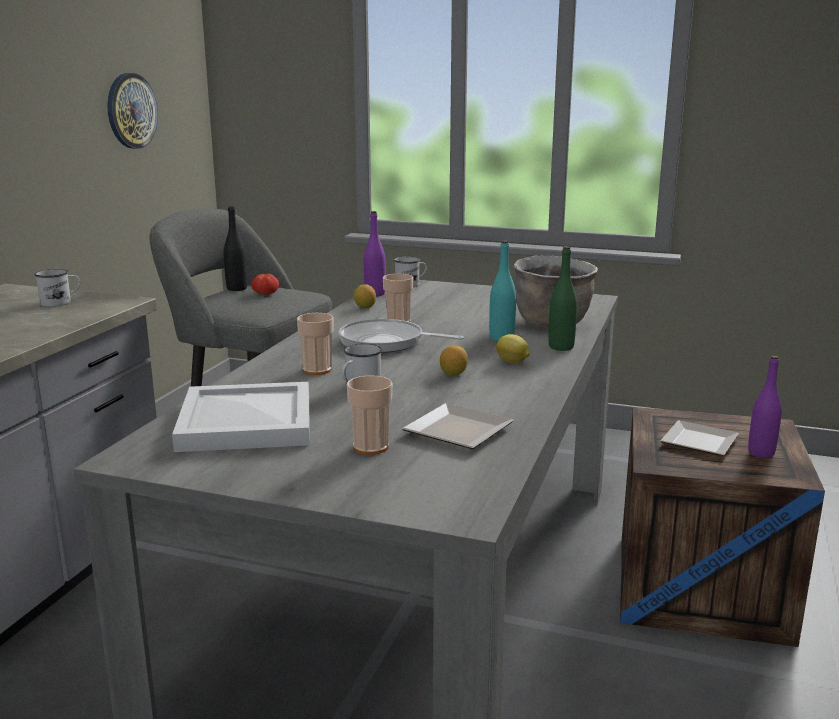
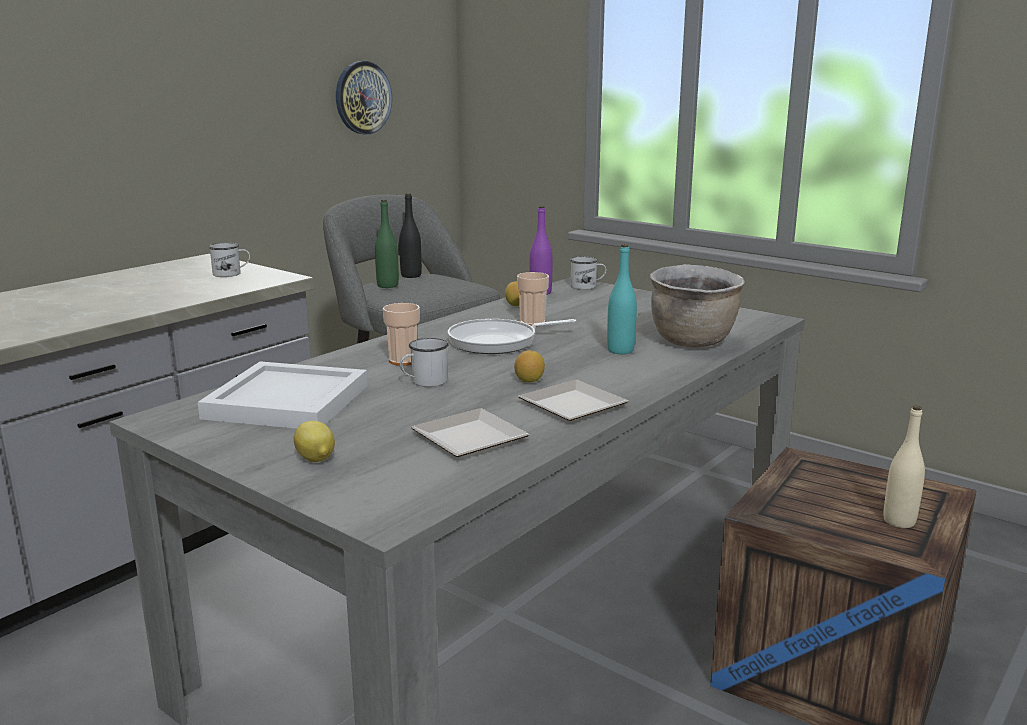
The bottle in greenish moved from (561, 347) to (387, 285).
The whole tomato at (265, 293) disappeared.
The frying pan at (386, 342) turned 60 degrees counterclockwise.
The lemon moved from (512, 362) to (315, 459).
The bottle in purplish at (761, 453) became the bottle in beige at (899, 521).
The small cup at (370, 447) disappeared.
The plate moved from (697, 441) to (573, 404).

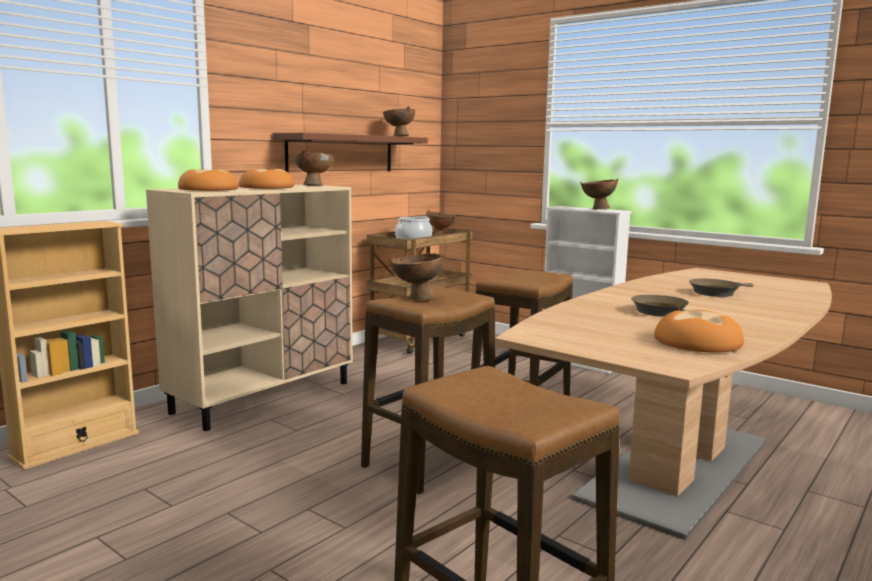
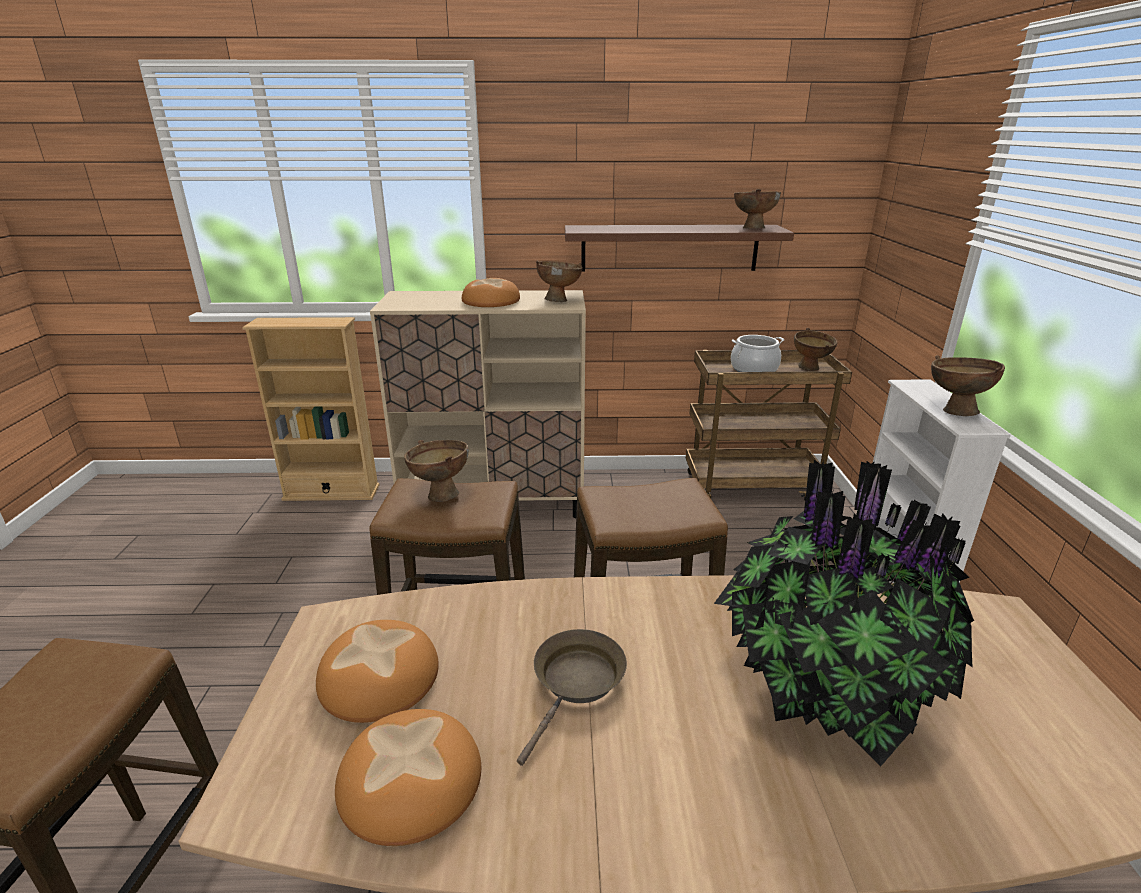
The baked bread moved from (209, 189) to (379, 677).
The frying pan in brownish at (716, 292) was replaced by the potted plant at (822, 688).

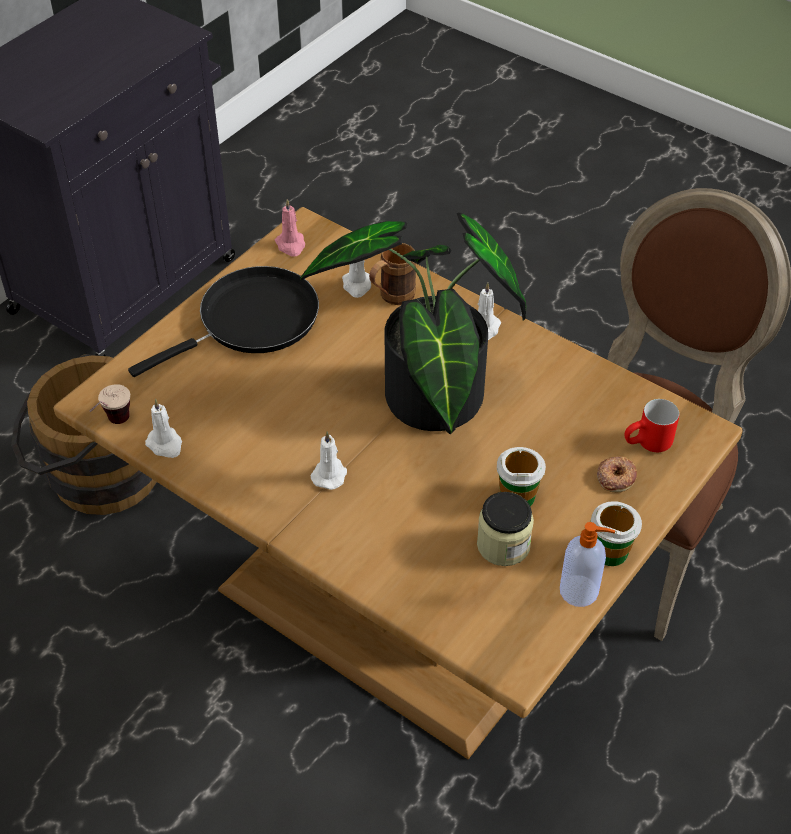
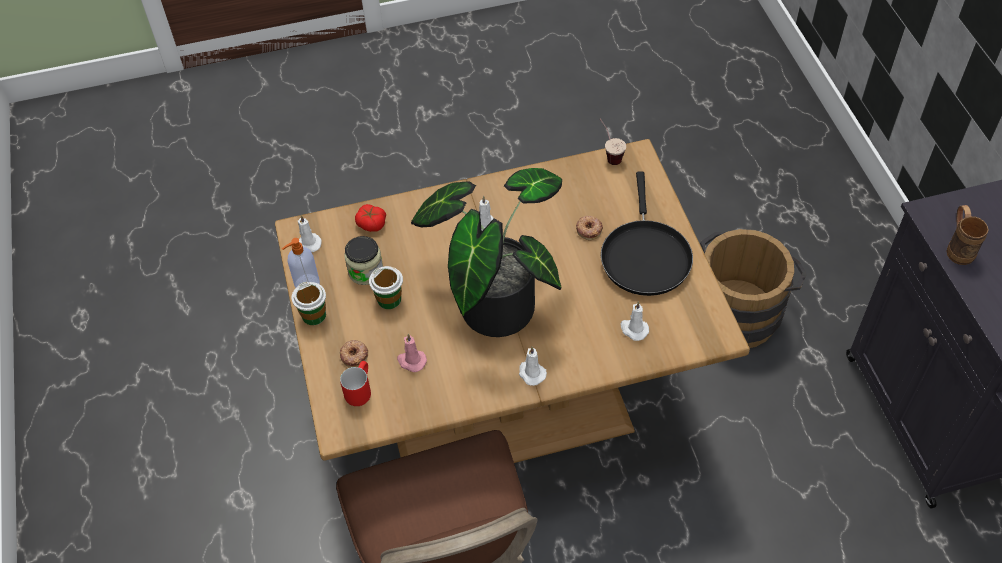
The candle in pink-coloured moved from (291, 245) to (411, 361).
The tea mug in brownish moved from (391, 298) to (958, 248).
The candle in white moved from (165, 444) to (307, 244).
The whole tomato at (371, 224) appeared.
The donut at (589, 229) appeared.

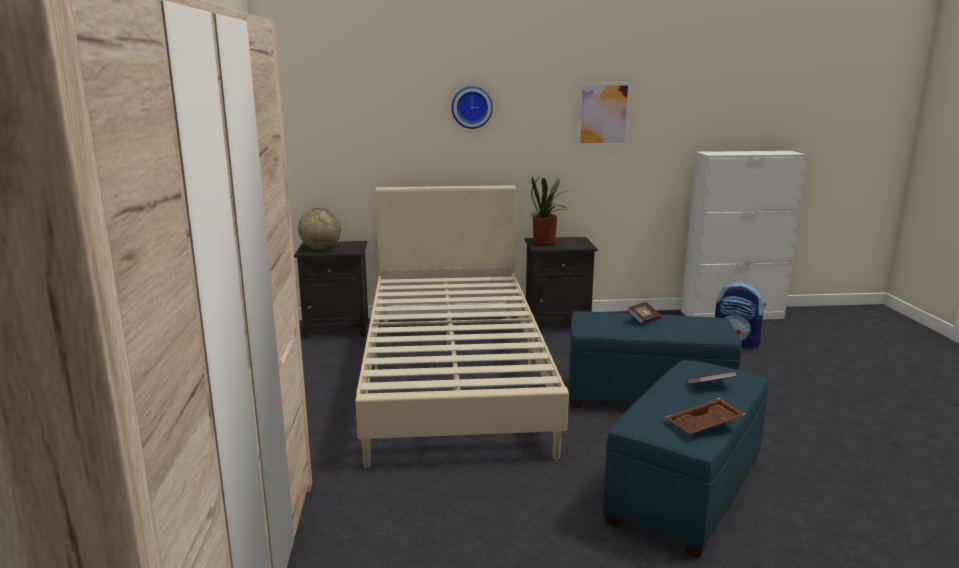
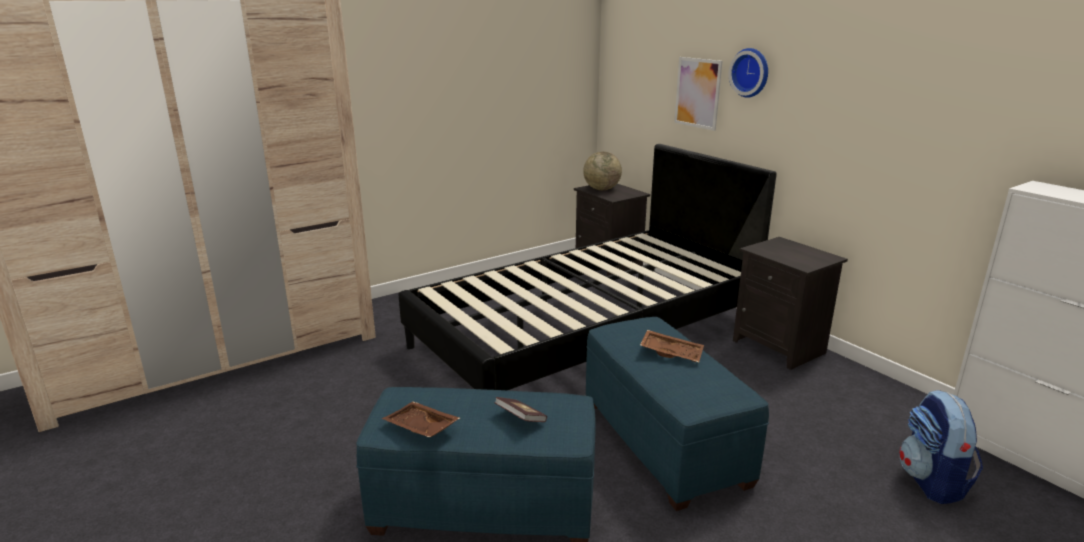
The wall picture moved from (603, 114) to (697, 93).
The potted plant at (547, 243) disappeared.
The bedroom bed in beige at (453, 374) became the bedroom bed in black at (587, 333).
The book at (643, 320) was replaced by the carrying tray in brownish at (671, 352).

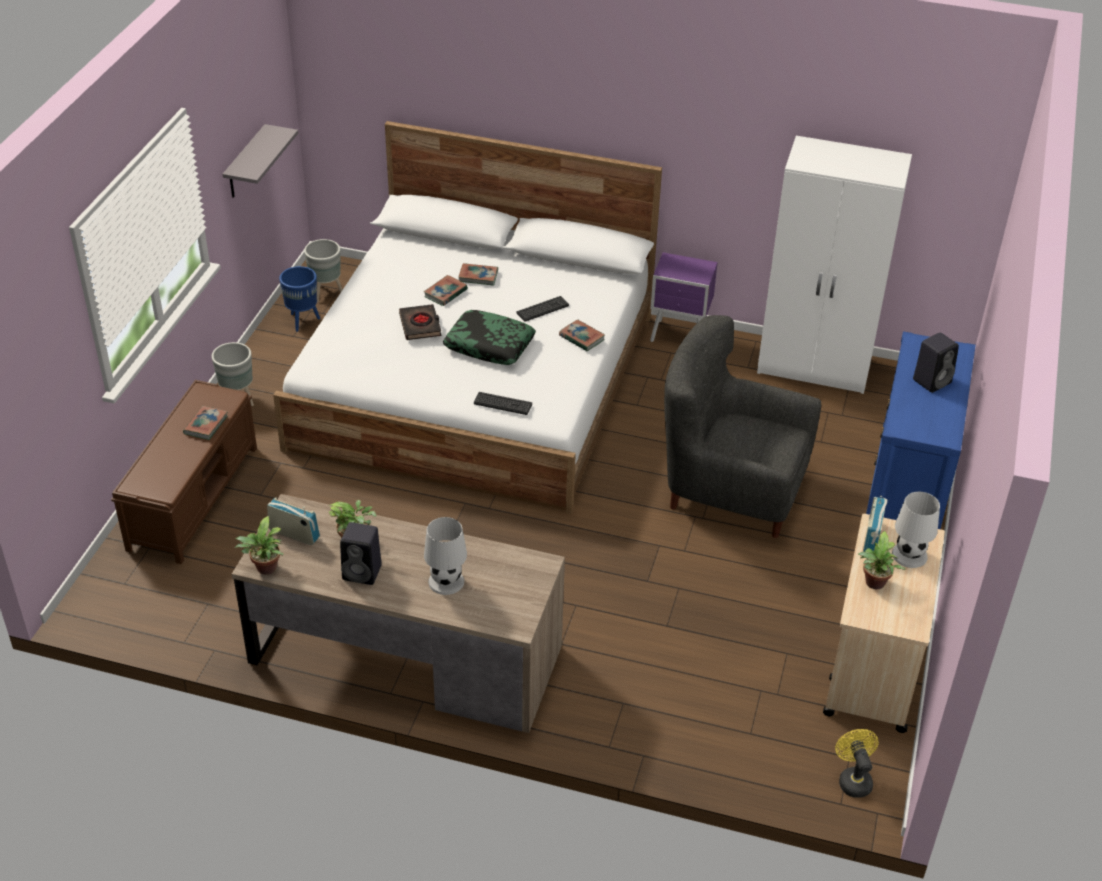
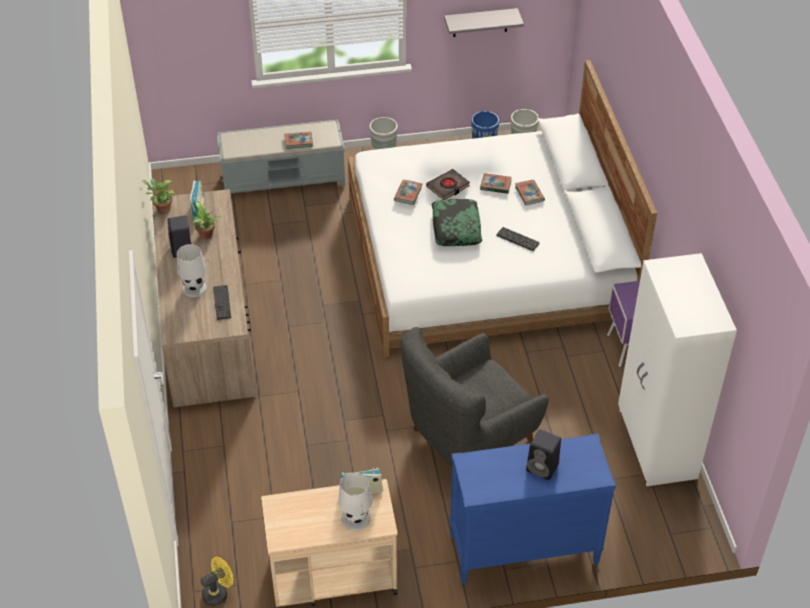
The lounge chair in gray at (730, 490) turned 120 degrees counterclockwise.
The book moved from (581, 338) to (408, 194).
The indoor bench in brownish at (194, 496) became the indoor bench in gray at (284, 179).
The PC keyboard moved from (502, 404) to (222, 302).
The potted plant at (874, 584) disappeared.

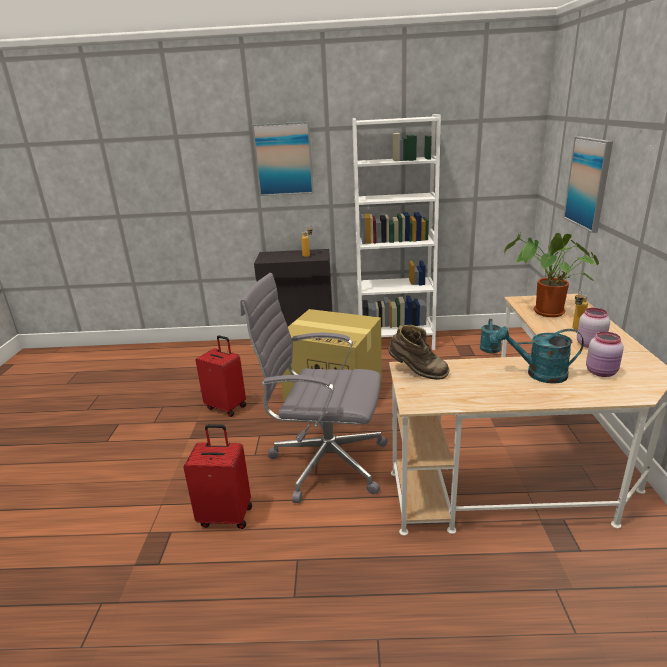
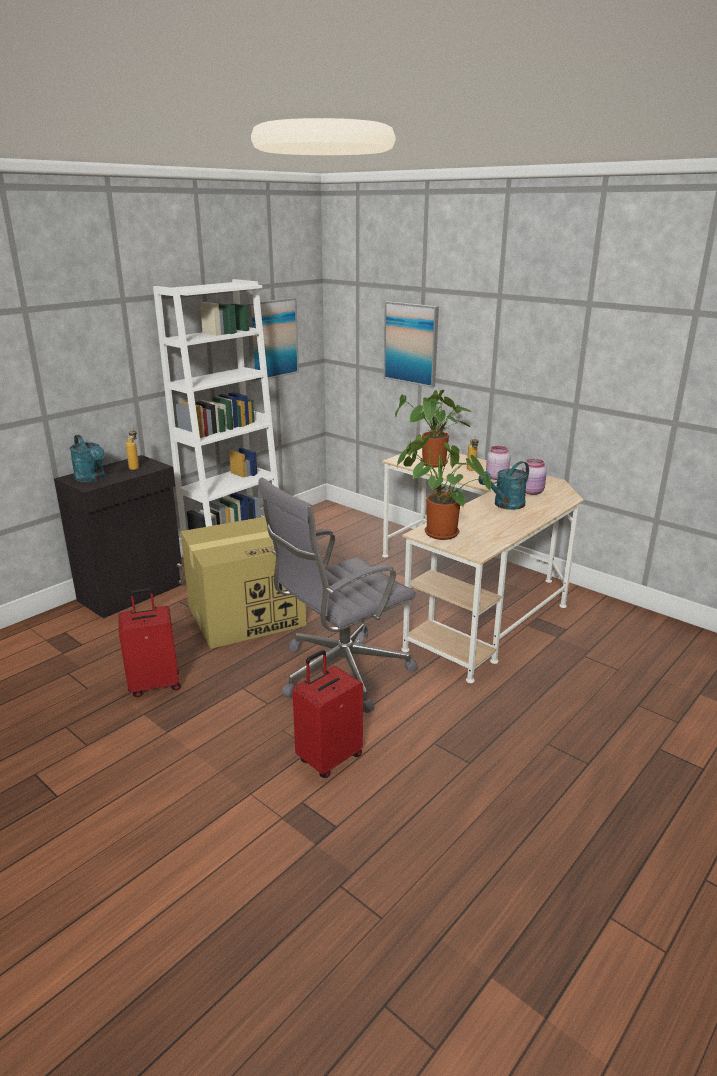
The wall picture moved from (284, 159) to (272, 339).
The watering pot in turquoise moved from (490, 350) to (92, 478).
The tall boot in brownish at (417, 372) was replaced by the potted plant at (437, 533).

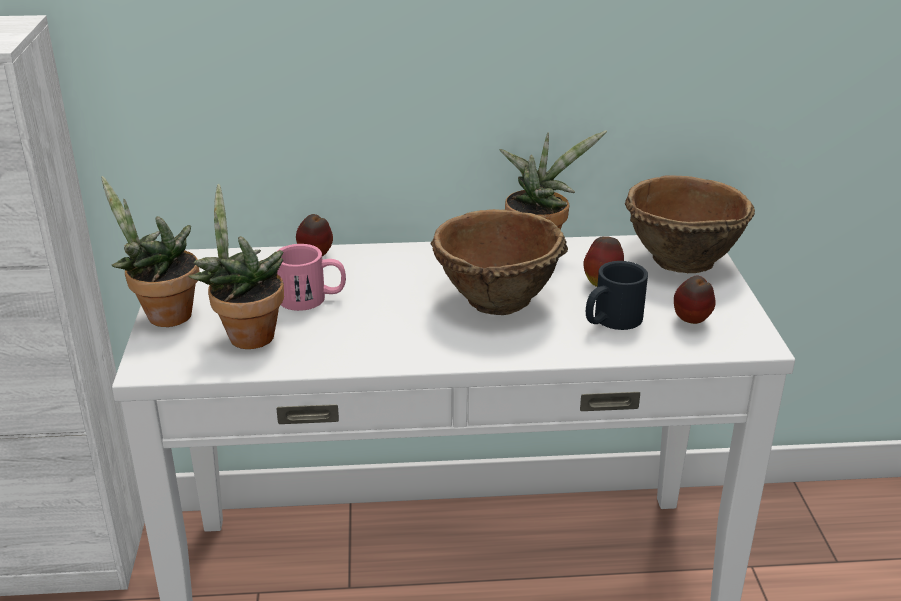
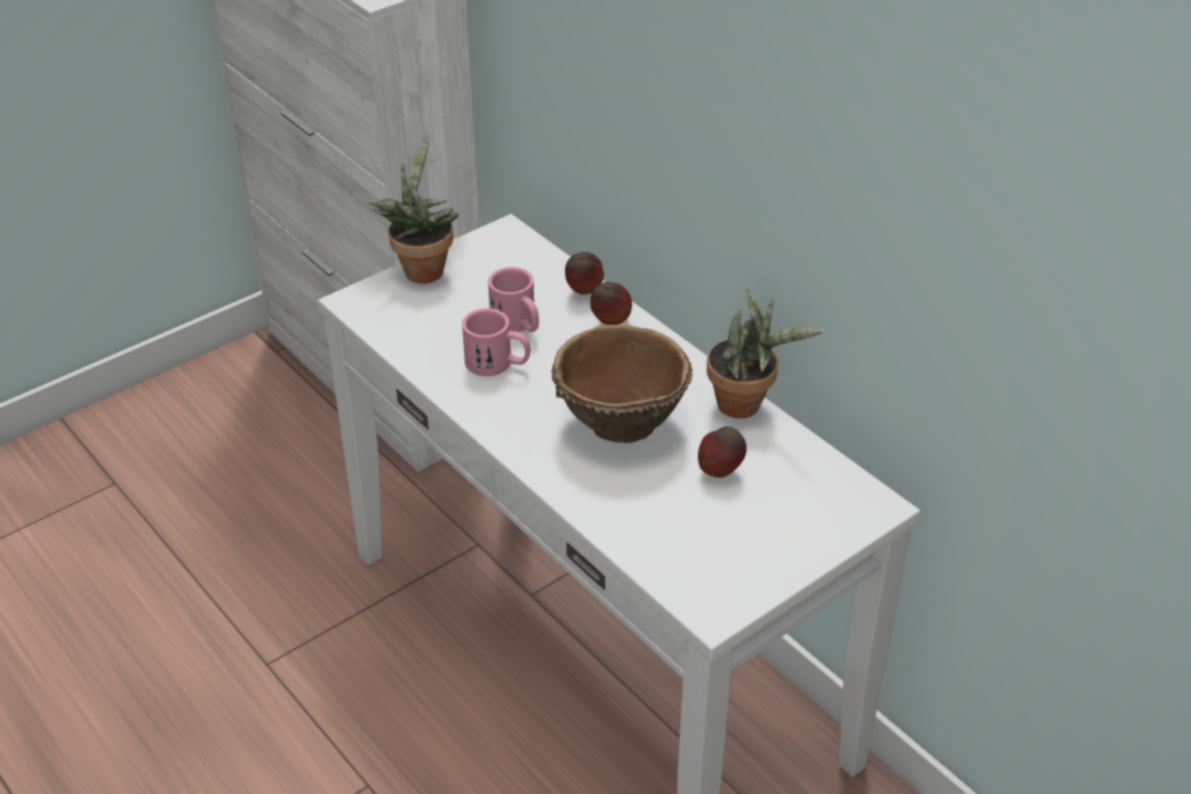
The serving bowl in brownish at (680, 260) disappeared.
The potted plant at (246, 334) disappeared.
The tea mug in black at (610, 321) disappeared.
The apple fruit moved from (691, 322) to (610, 322).
The tea mug in pink-coloured at (498, 364) appeared.

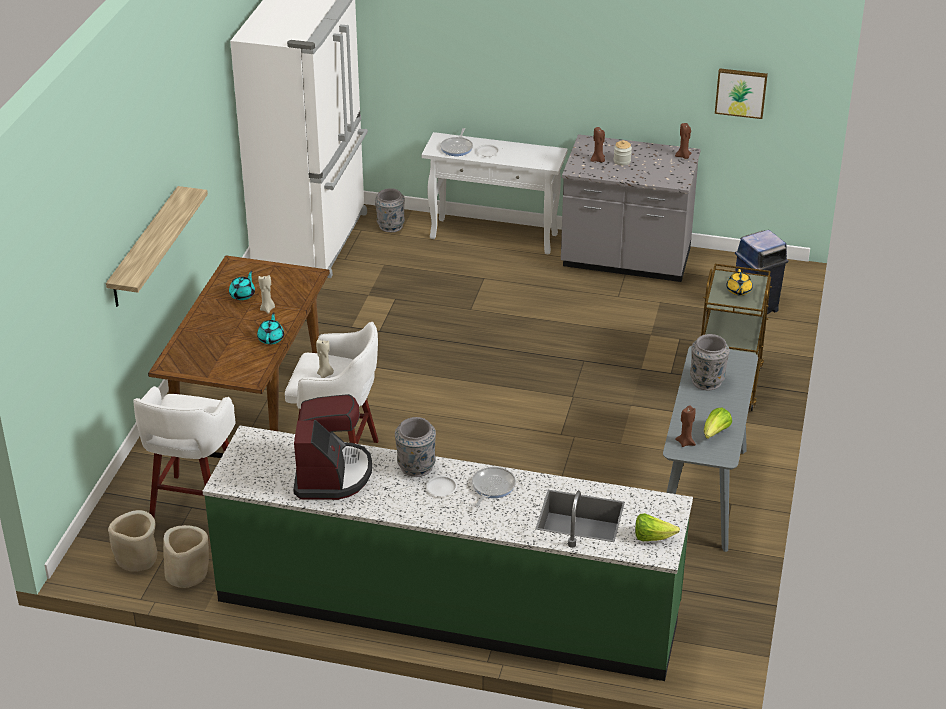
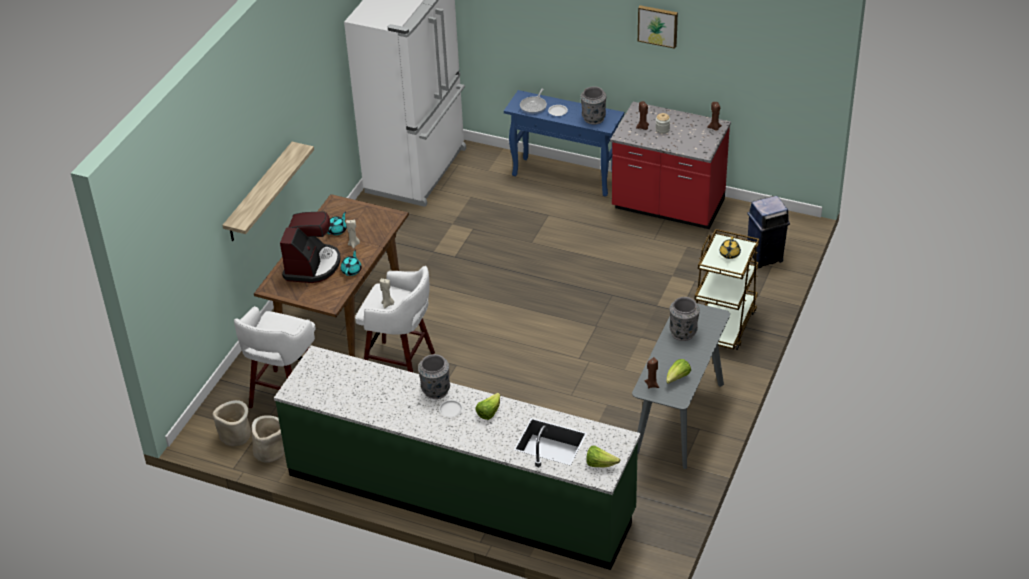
The wall picture moved from (741, 92) to (658, 25).
The console table in white at (495, 236) became the console table in blue-coloured at (565, 177).
The kitchen counter in gray at (625, 261) became the kitchen counter in red-coloured at (668, 207).
The vase in gray moved from (390, 226) to (593, 119).
The coffee machine moved from (331, 474) to (312, 265).
The frying pan at (492, 487) was replaced by the lettuce head at (489, 412).

